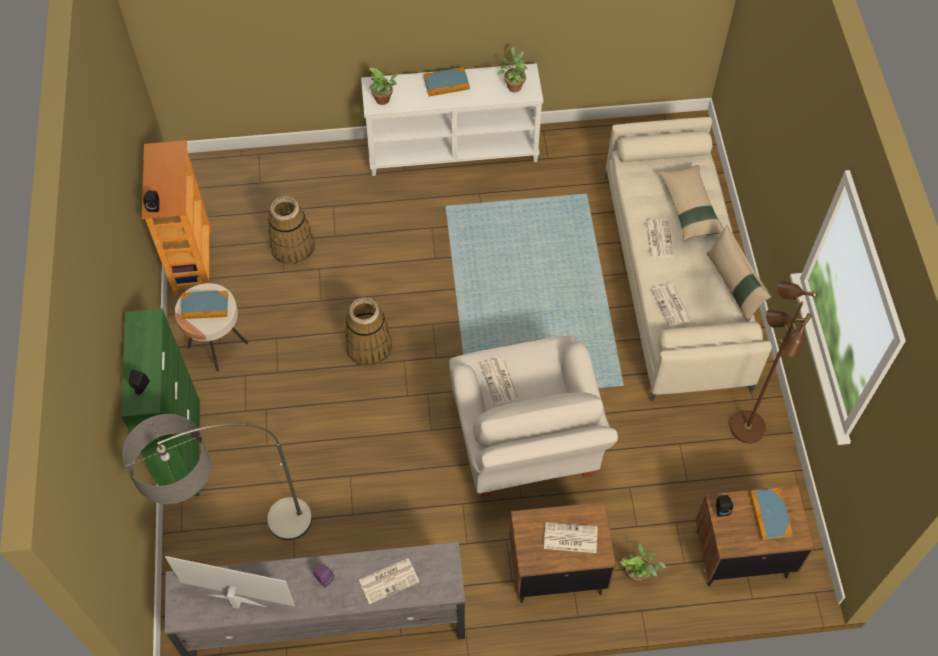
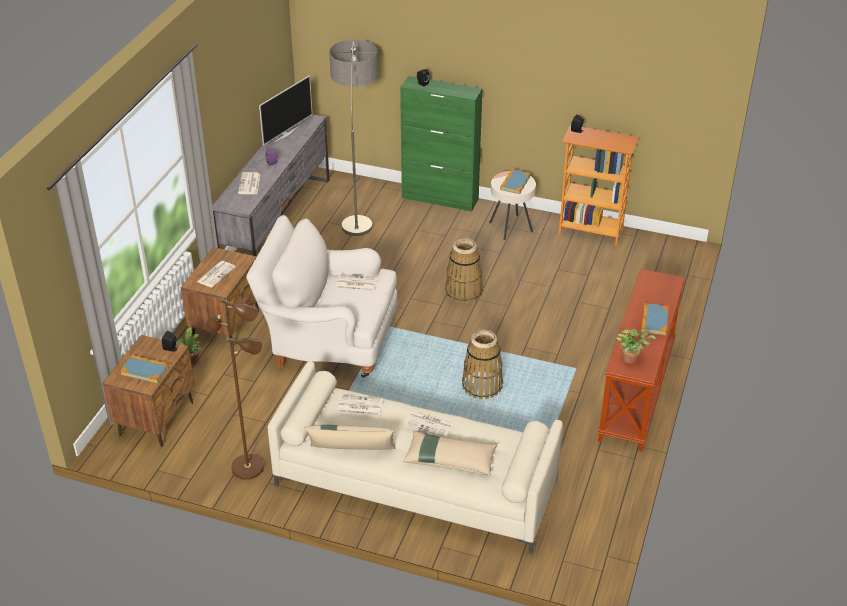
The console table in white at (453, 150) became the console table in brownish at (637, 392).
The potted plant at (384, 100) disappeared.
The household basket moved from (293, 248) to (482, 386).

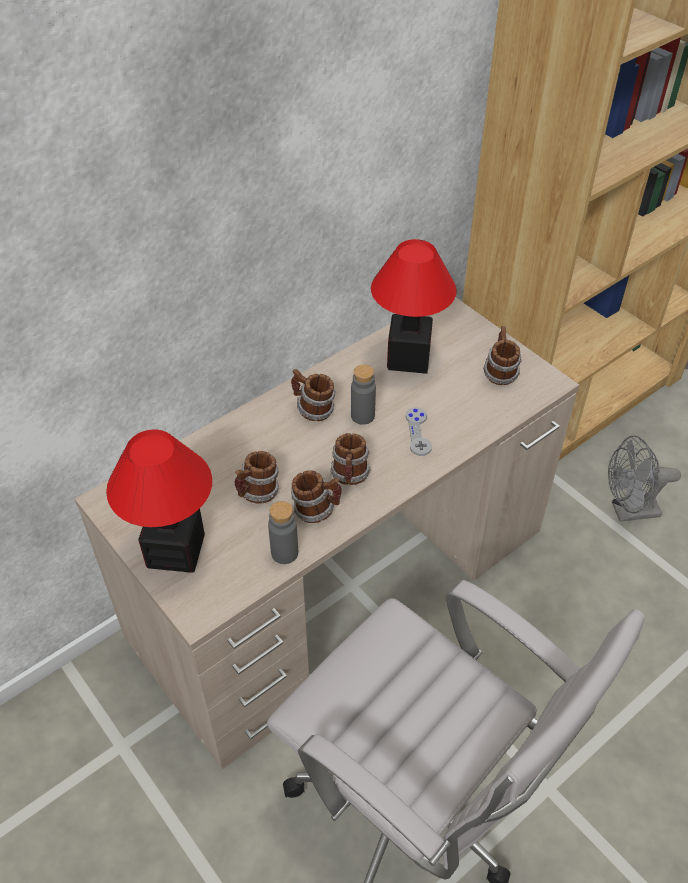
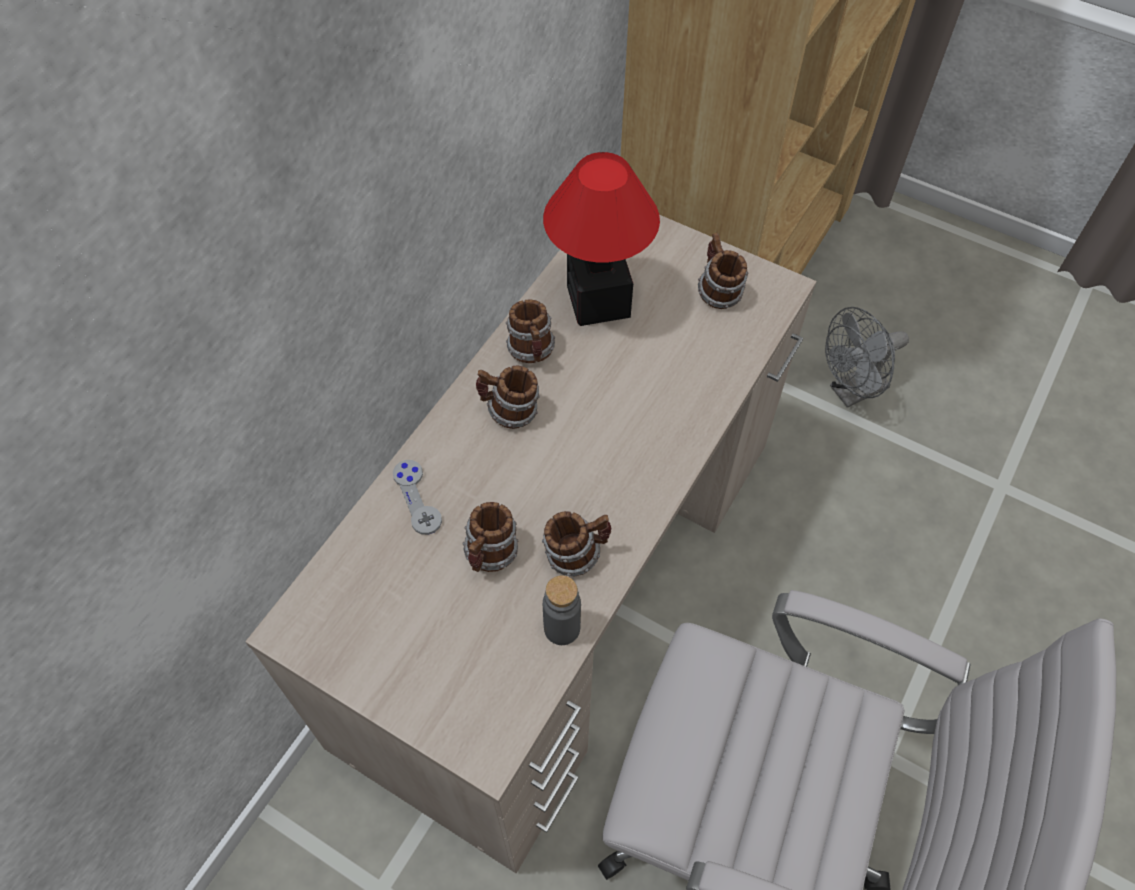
The bottle in gray at (362, 416) disappeared.
The joypad in gray moved from (418, 432) to (417, 498).
The table lamp at (174, 551) disappeared.
The tea mug moved from (350, 476) to (532, 351).

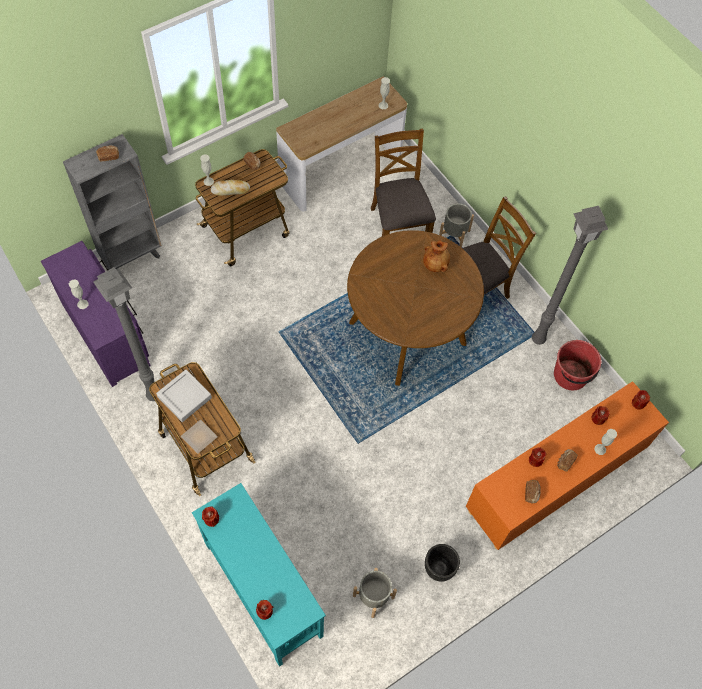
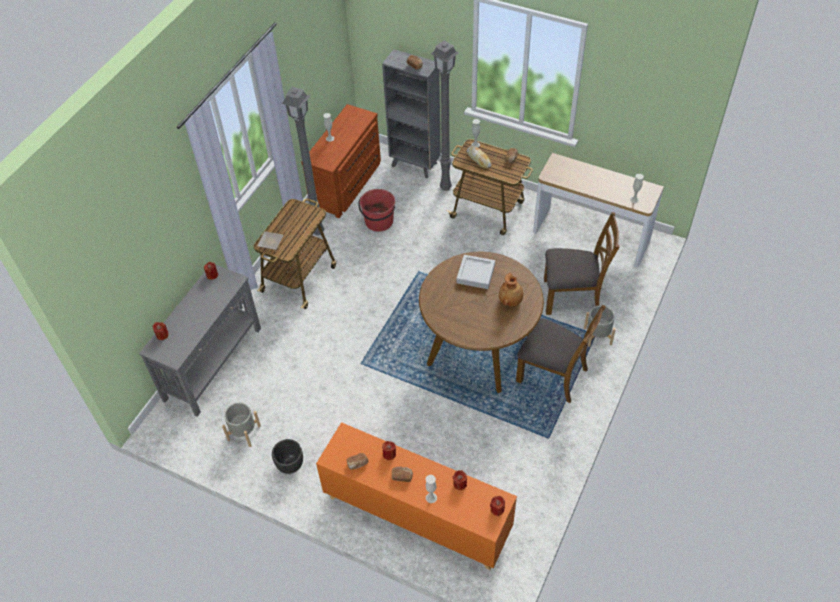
The chair in brownish at (398, 226) turned 45 degrees clockwise.
The standing lamp in gray moved from (539, 340) to (445, 188).
The drawer chest in purplish at (108, 332) became the drawer chest in brownish at (348, 184).
The bucket in red-coloured moved from (571, 375) to (379, 222).
The carrying tray in gray moved from (184, 397) to (475, 274).
The console table in turquoise at (263, 588) became the console table in gray at (214, 363).

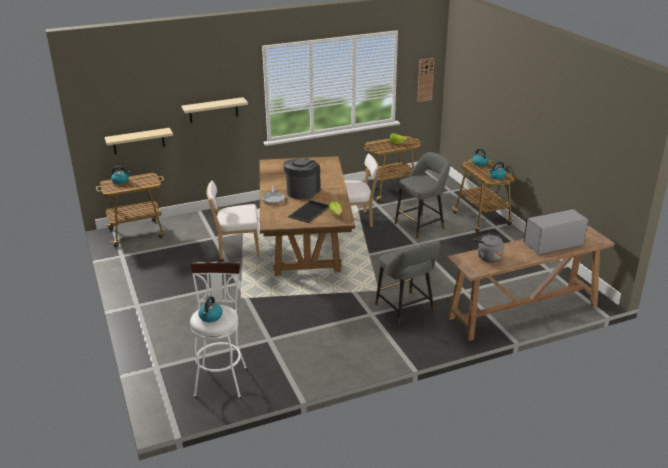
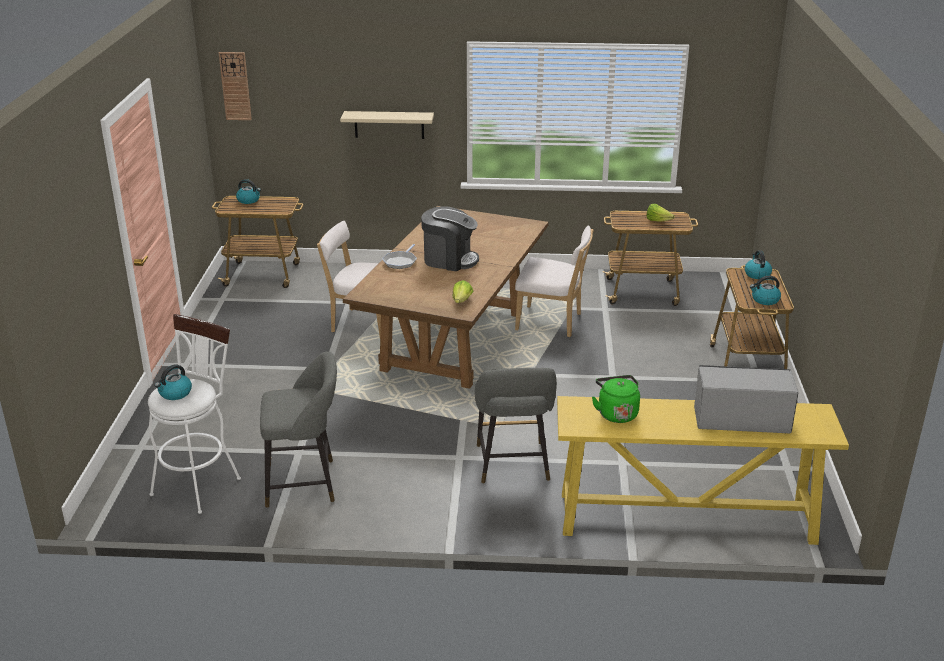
The clock on the wall moved from (425, 80) to (235, 86).
The bracket shelf in beige at (138, 141) disappeared.
The stool seat in gray moved from (421, 225) to (305, 483).
The coffee machine at (302, 191) turned 60 degrees clockwise.
The carrying tray at (309, 211) disappeared.
The console table in brownish at (522, 312) became the console table in yellow at (684, 518).
The tea kettle in gray at (488, 257) became the tea kettle in greenish at (616, 413).

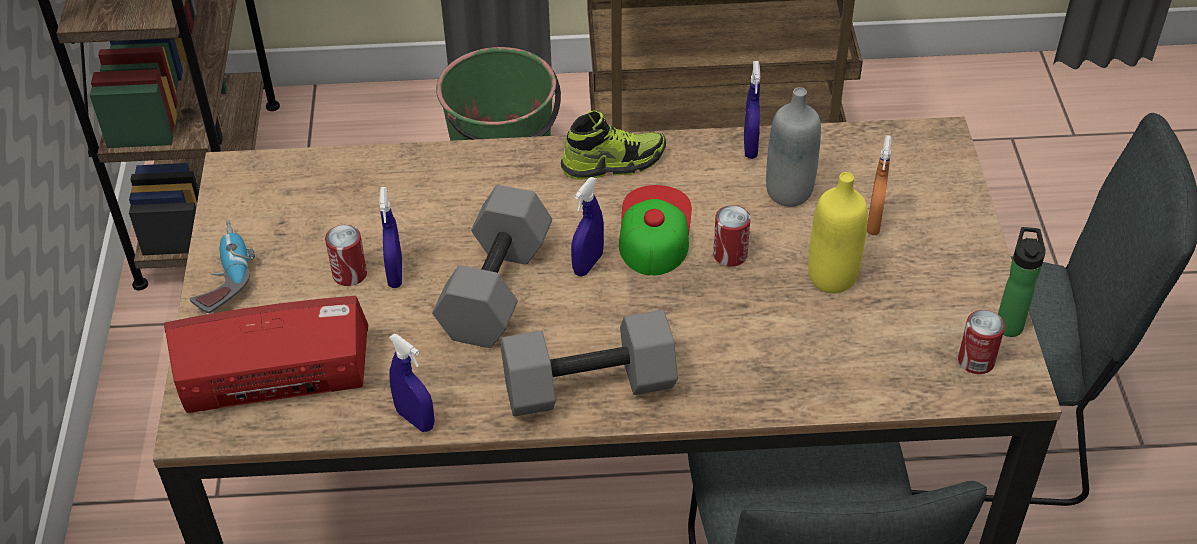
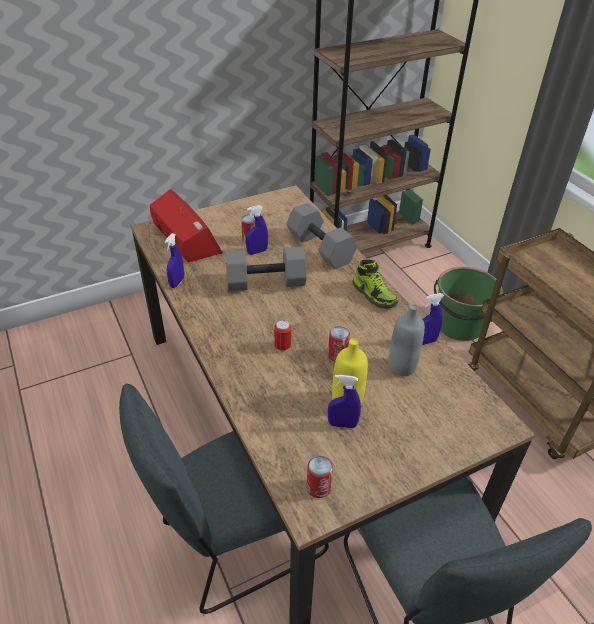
The sprayer in orange-coloured at (874, 222) disappeared.
The sprayer in blue-coloured moved from (588, 264) to (342, 424).
The cap at (654, 229) disappeared.
The drill at (223, 276) disappeared.
The bottle at (1009, 323) disappeared.
The free weight in gray moved from (588, 388) to (319, 248).
The sealed can at (282, 347) appeared.

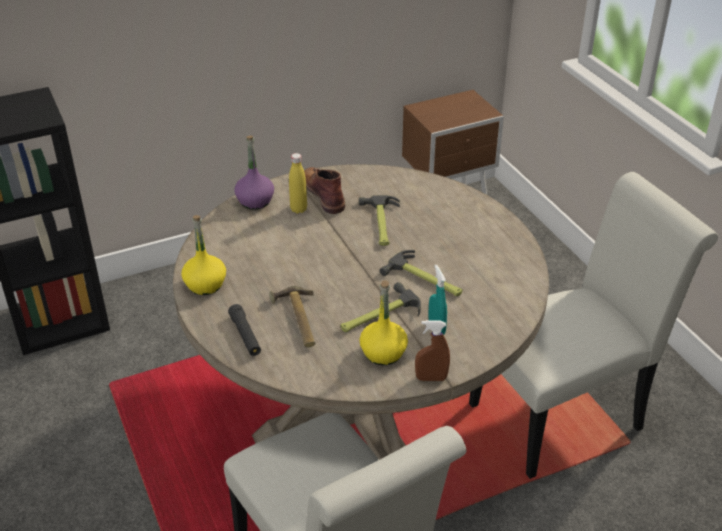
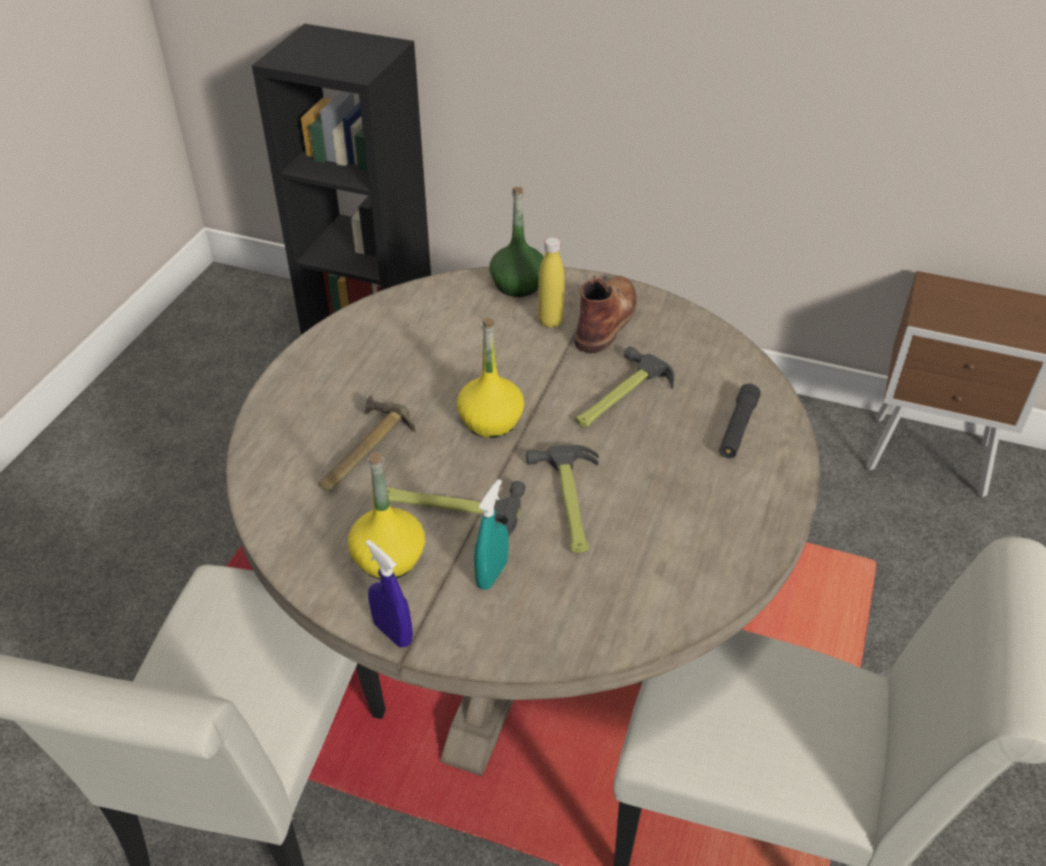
The bottle in purplish at (255, 201) became the bottle in greenish at (518, 284).
The bottle in yellow moved from (205, 284) to (491, 421).
The torch in black moved from (245, 335) to (737, 428).
The sprayer in brownish at (431, 378) became the sprayer in blue-coloured at (393, 633).

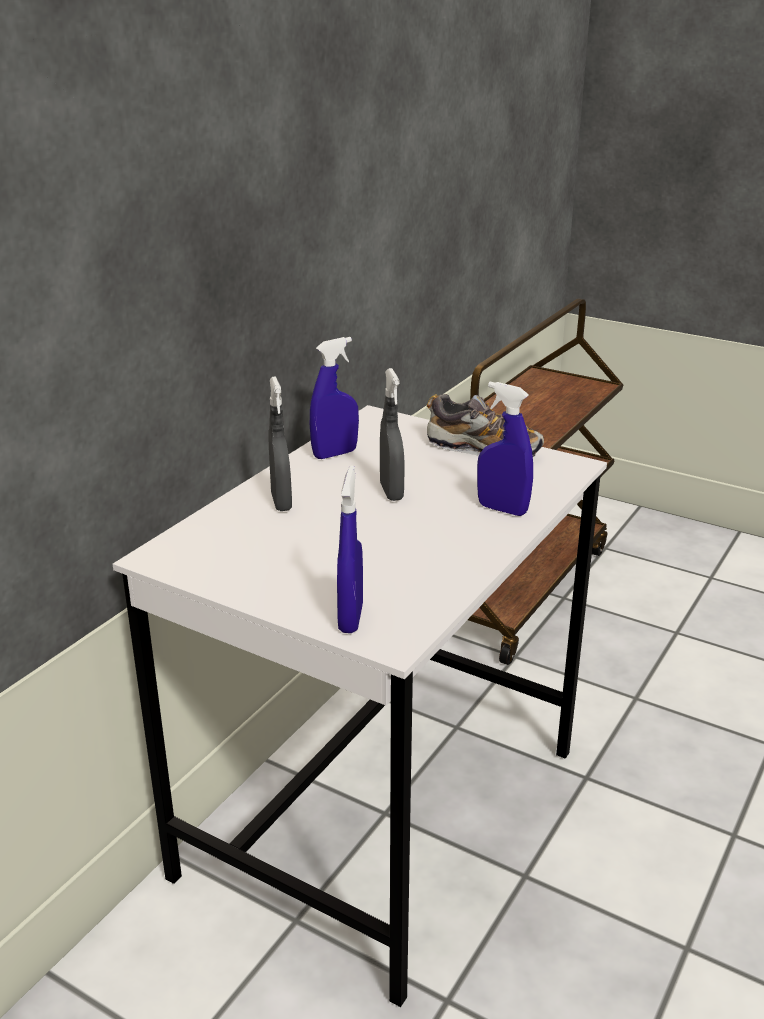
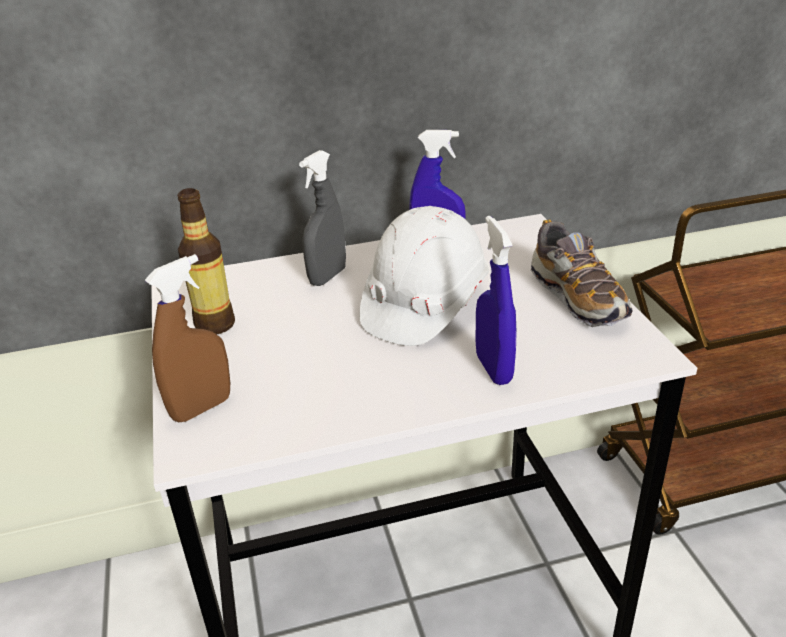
The sprayer in gray at (391, 492) was replaced by the work helmet in white at (424, 305).
The sprayer in blue-coloured at (350, 618) became the sprayer in brownish at (202, 408).
The bottle at (215, 325) appeared.

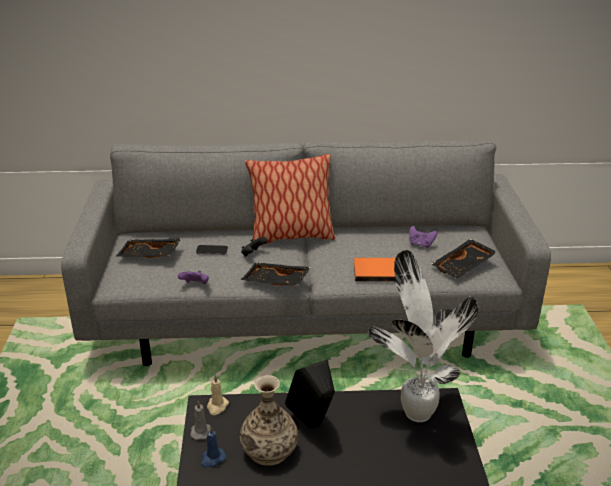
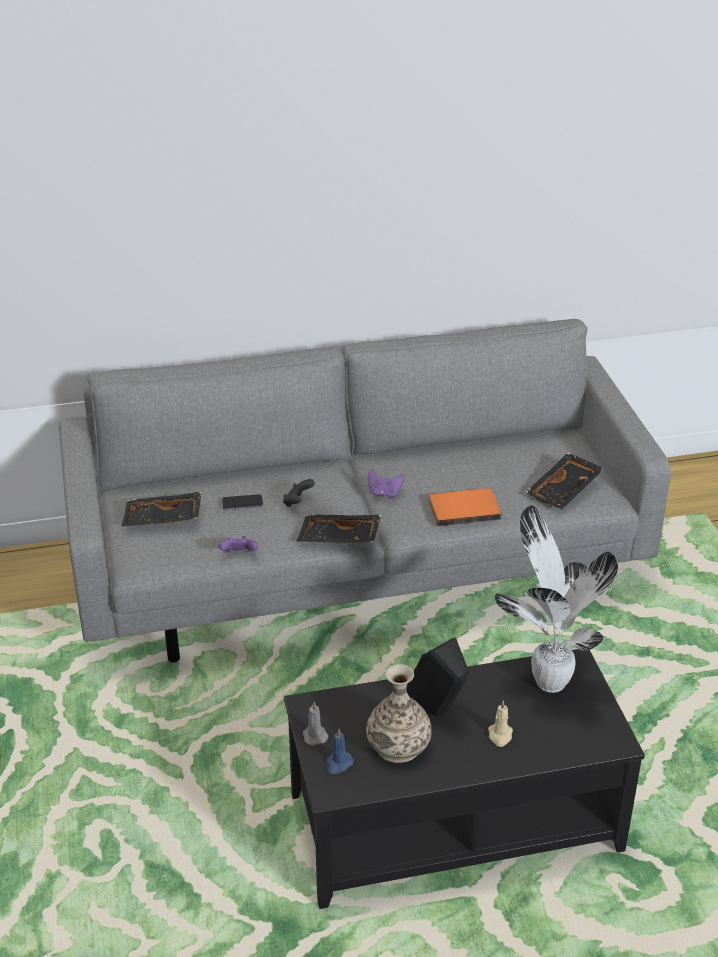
The cushion at (291, 237) disappeared.
The joypad in purplish moved from (421, 244) to (384, 493).
The candle in beige moved from (217, 406) to (500, 735).

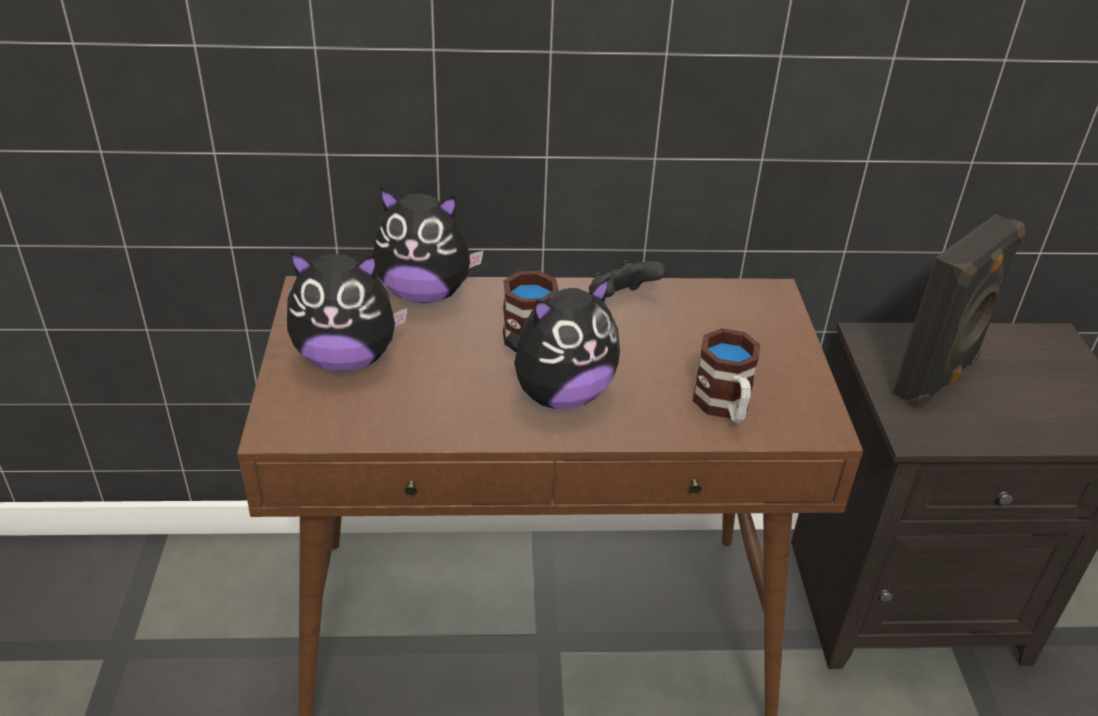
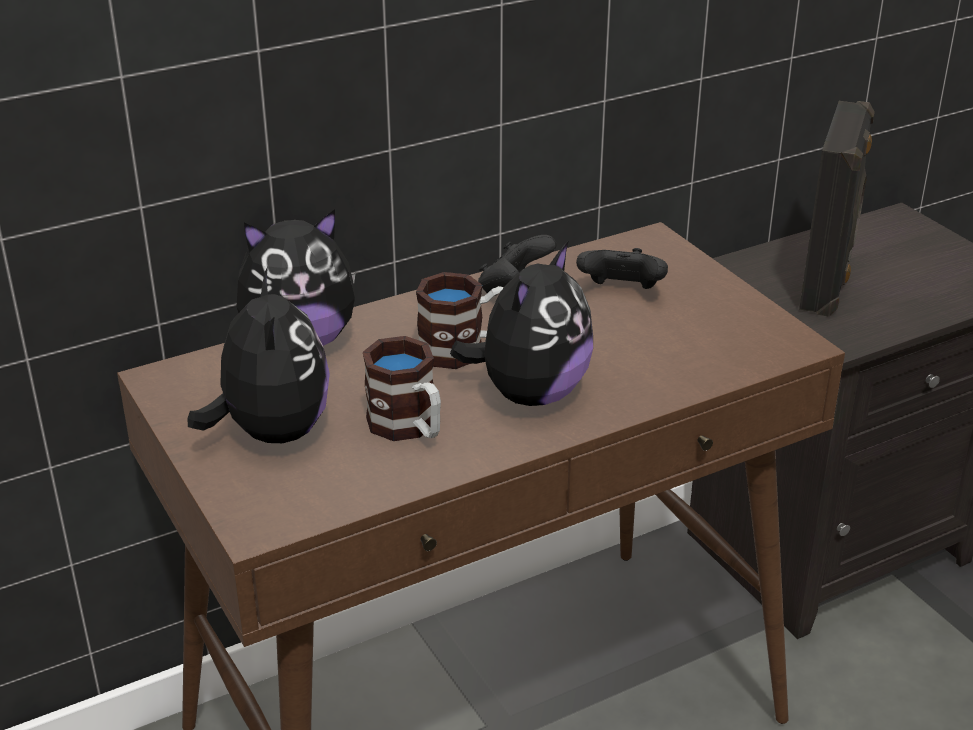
The plush toy at (347, 358) turned 75 degrees counterclockwise.
The tea mug moved from (725, 407) to (409, 428).
The joypad in black at (621, 292) appeared.

